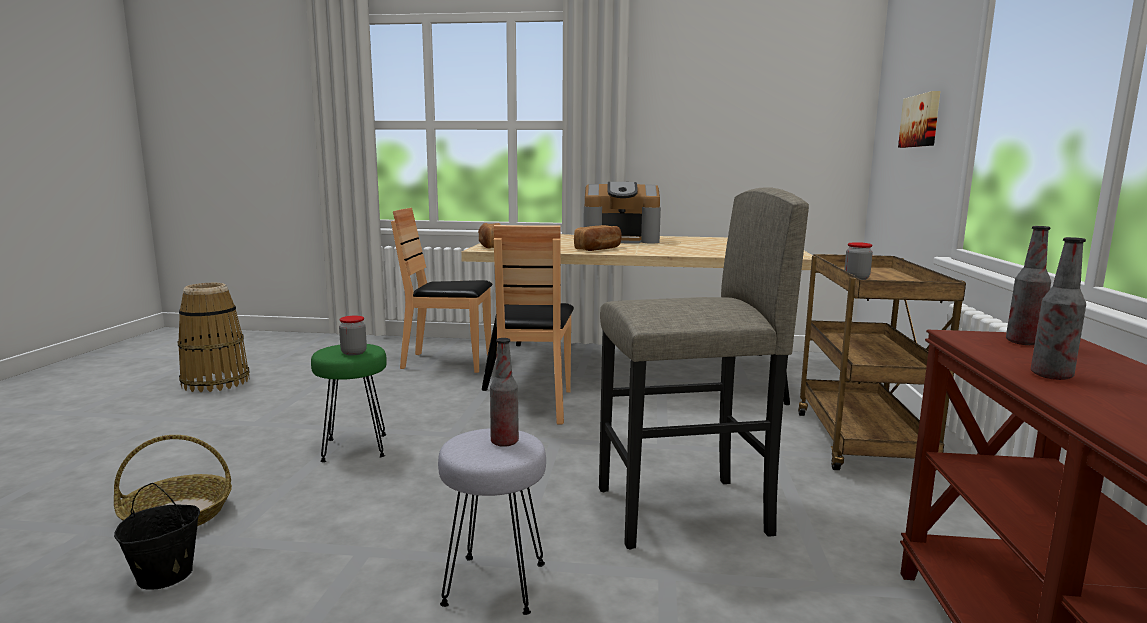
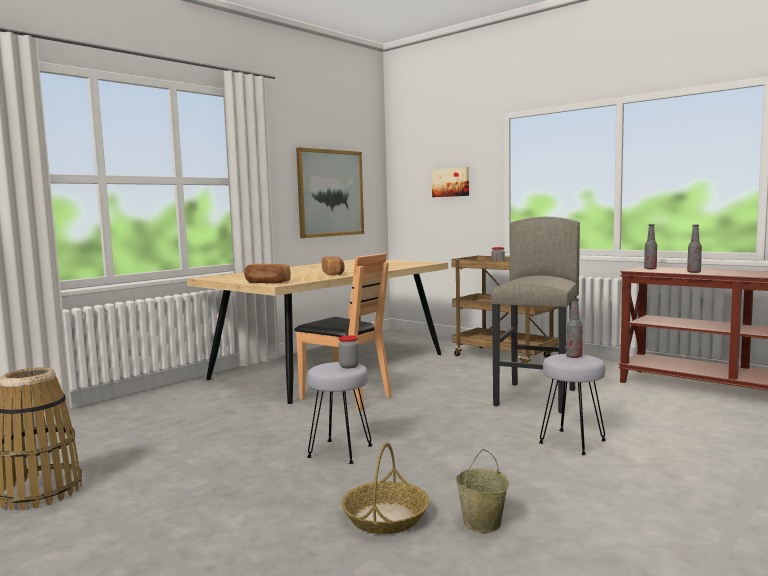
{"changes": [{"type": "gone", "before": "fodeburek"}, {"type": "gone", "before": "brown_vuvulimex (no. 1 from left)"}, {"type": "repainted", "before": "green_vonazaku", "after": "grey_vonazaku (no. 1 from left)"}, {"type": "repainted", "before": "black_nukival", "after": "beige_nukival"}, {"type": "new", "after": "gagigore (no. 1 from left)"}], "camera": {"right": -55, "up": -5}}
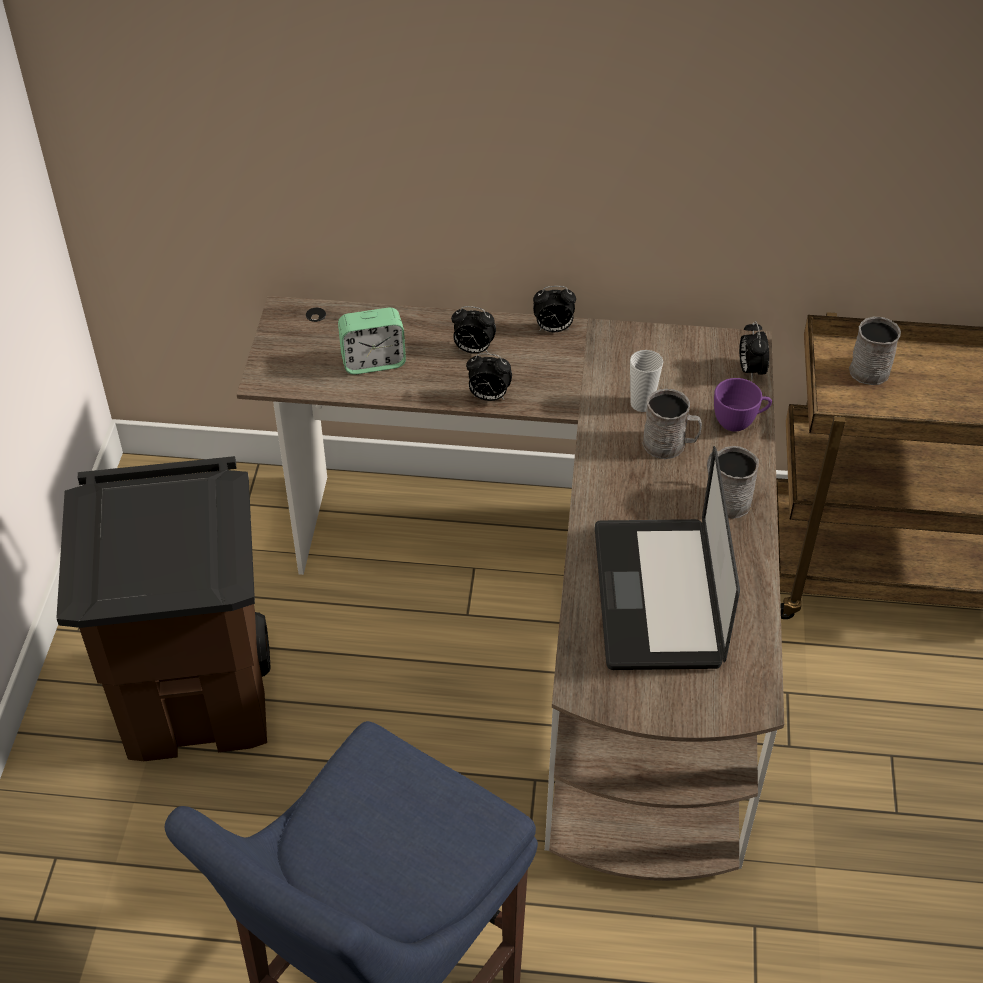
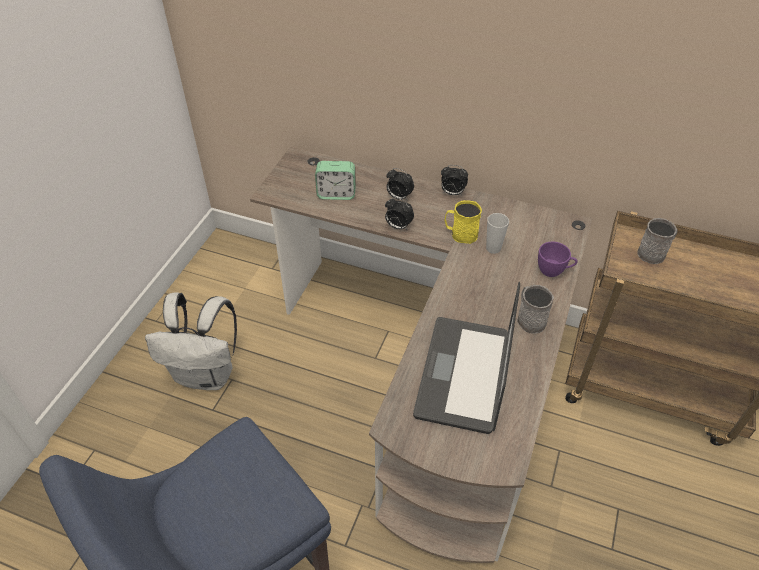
{"changes": [{"type": "gone", "before": "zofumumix (no. 5 from left)"}, {"type": "gone", "before": "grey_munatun (no. 1 from left)"}, {"type": "swapped", "before": "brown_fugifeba", "after": "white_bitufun"}, {"type": "new", "after": "yellow_munatun"}], "camera": {"right": 15, "up": 0}}
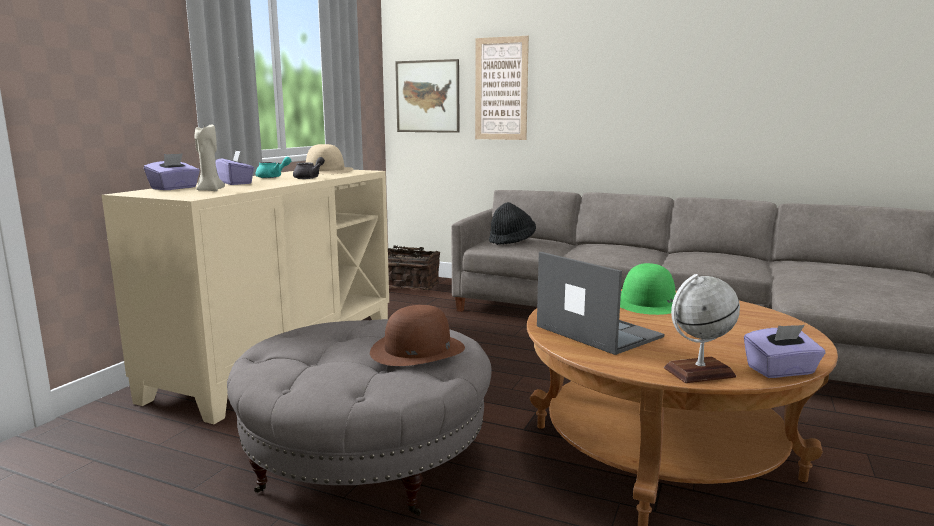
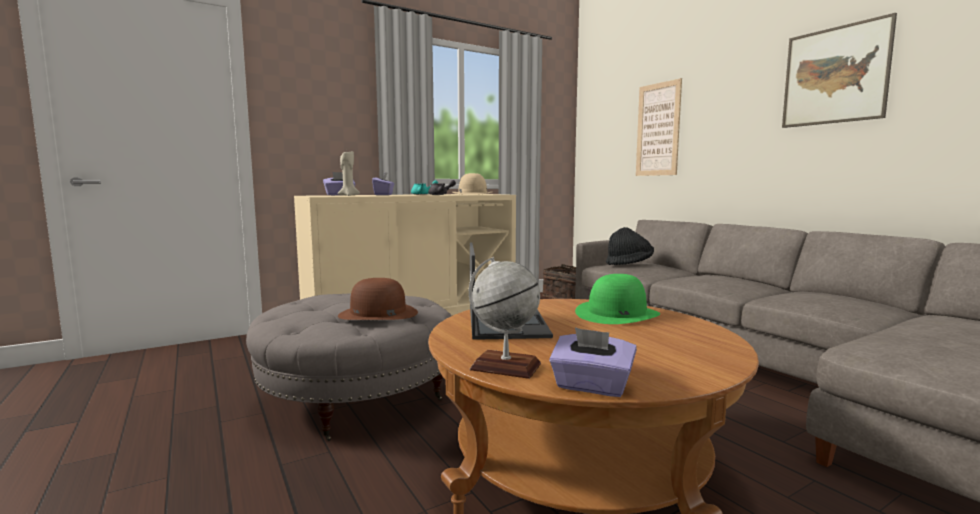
{"changes": [{"type": "shifted", "before": "gagigore (no. 1 from left in the first image)", "after": "gagigore (no. 2 from left)"}], "camera": {"right": 35, "up": -5}}
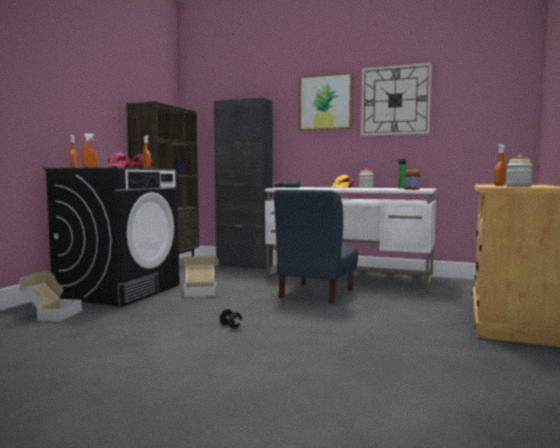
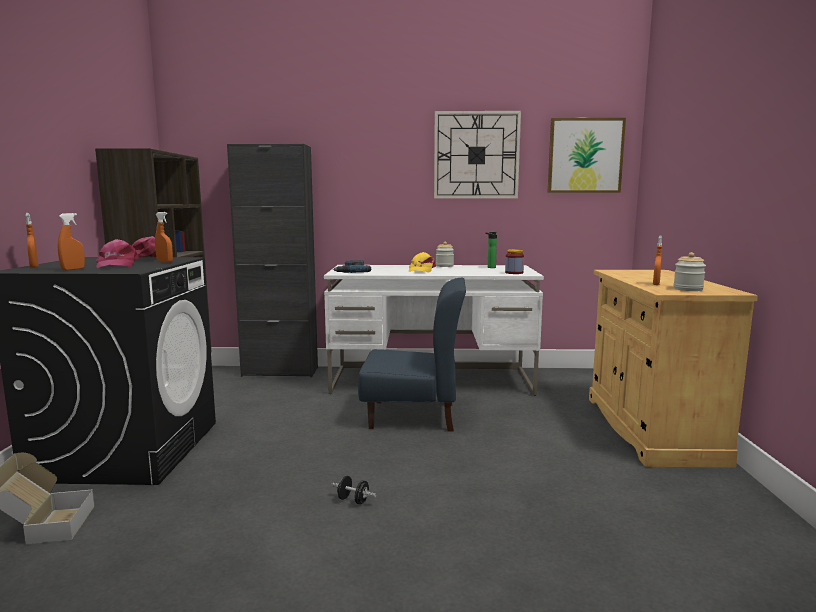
{"changes": [{"type": "shifted", "before": "gagigore"}, {"type": "rotated", "before": "blue_vuvulimex", "turn": -90}, {"type": "gone", "before": "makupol (no. 2 from left)"}], "camera": {"right": -20, "up": 5}}
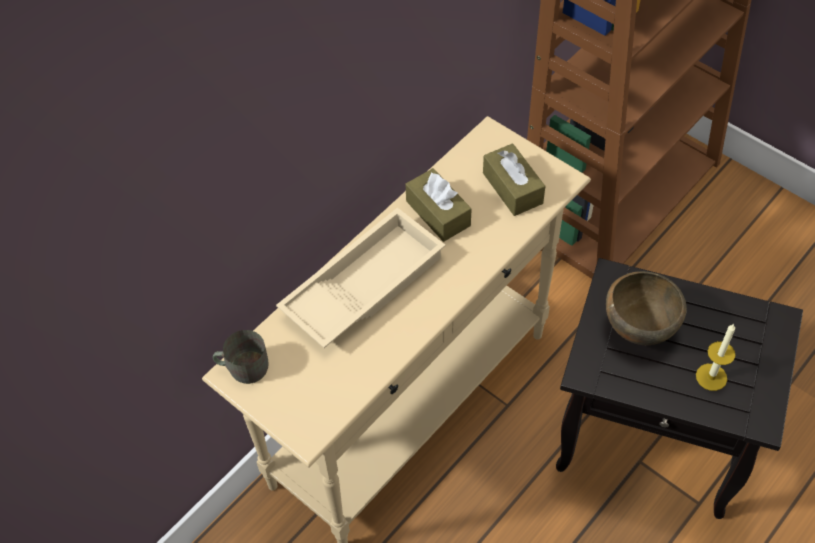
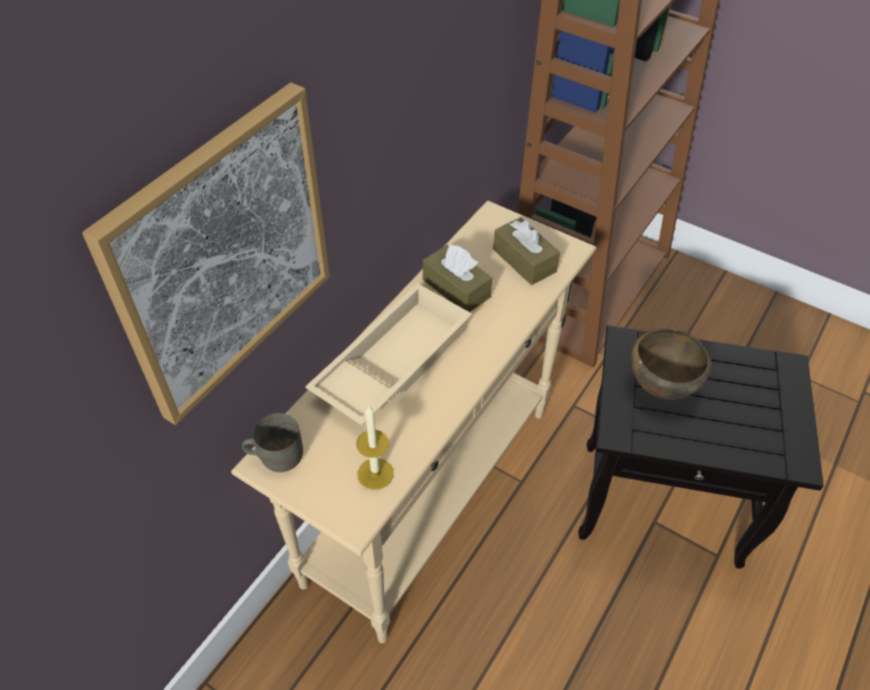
{"changes": [{"type": "shifted", "before": "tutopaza"}, {"type": "new", "after": "gagigore"}], "camera": {"right": -10, "up": -5}}
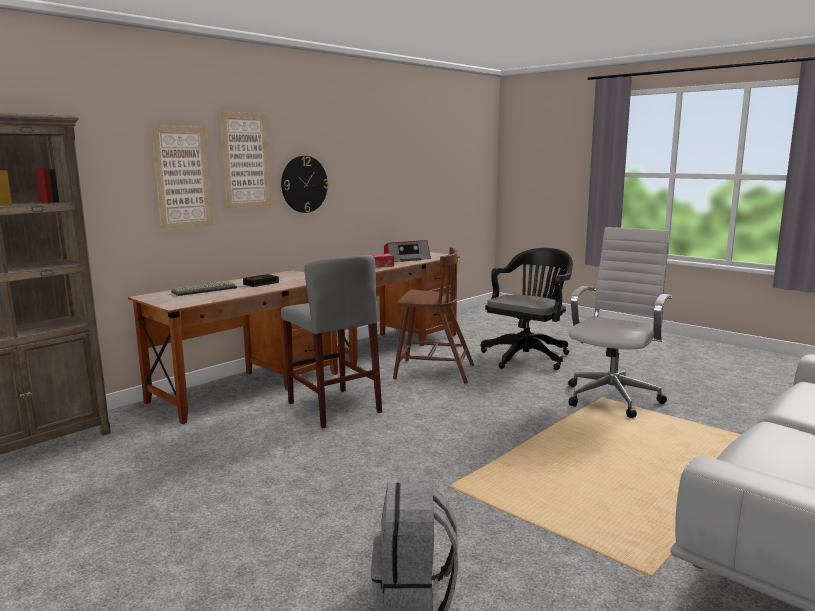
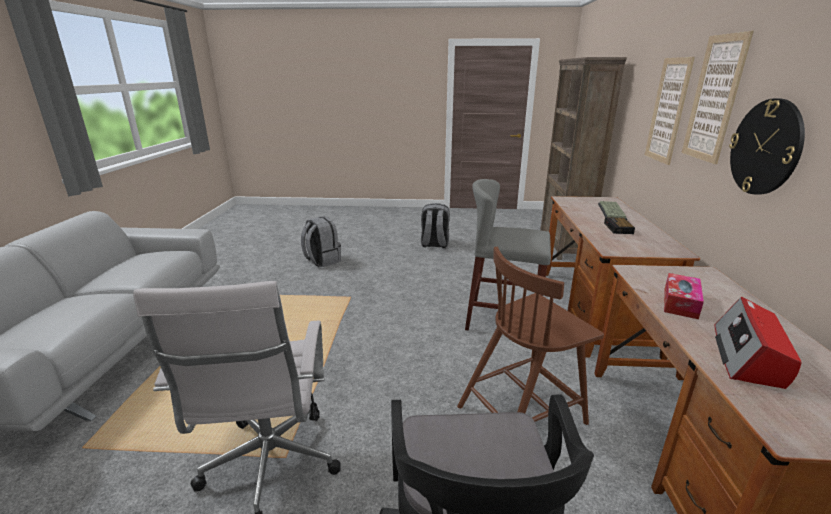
{"changes": [{"type": "new", "after": "grey_bitufun (no. 2 from left)"}], "camera": {"right": 140, "up": 10}}
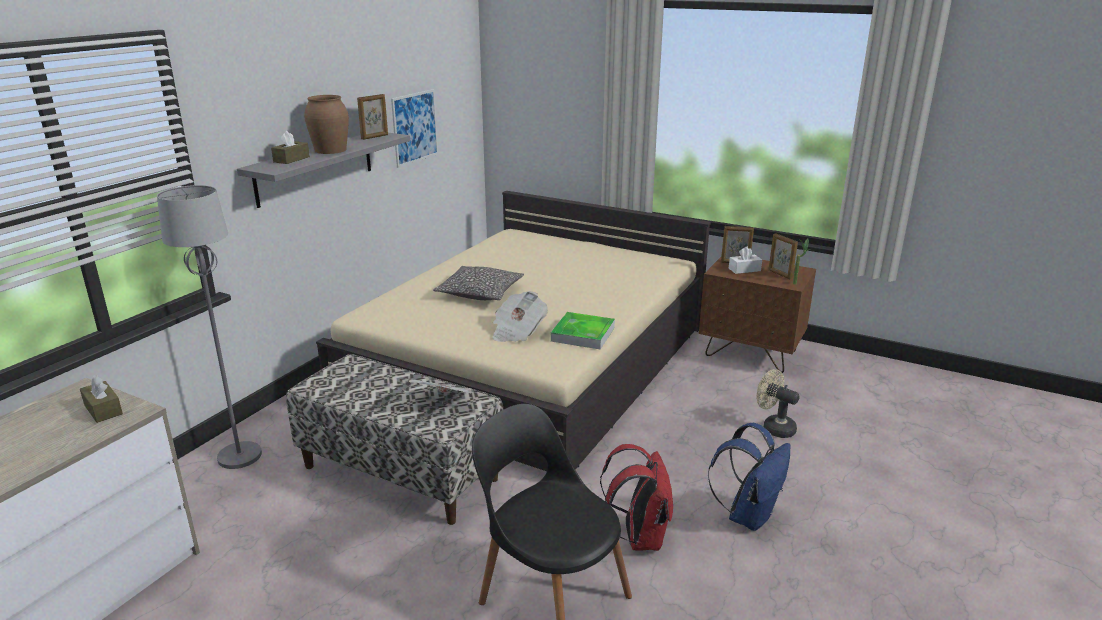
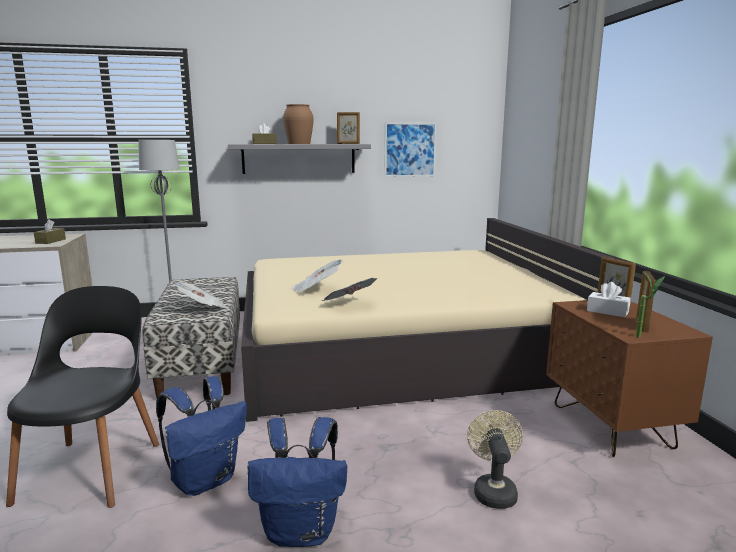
{"changes": [{"type": "gone", "before": "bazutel"}, {"type": "swapped", "before": "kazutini", "after": "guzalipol (no. 3 from left)"}, {"type": "repainted", "before": "red_bitufun", "after": "blue_bitufun (no. 1 from left)"}], "camera": {"right": 50, "up": -10}}
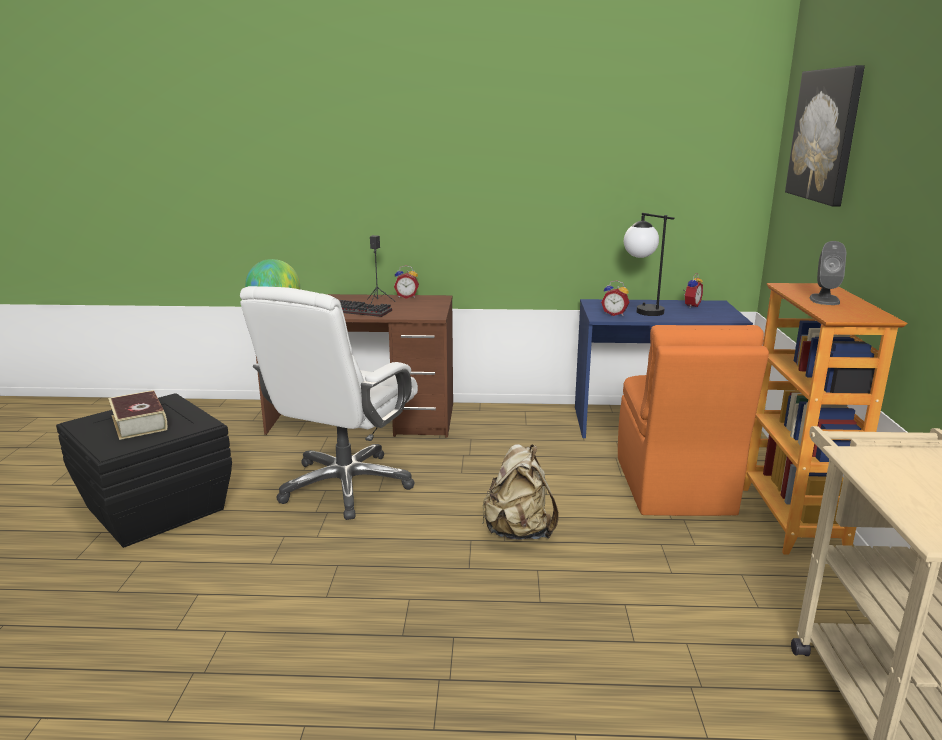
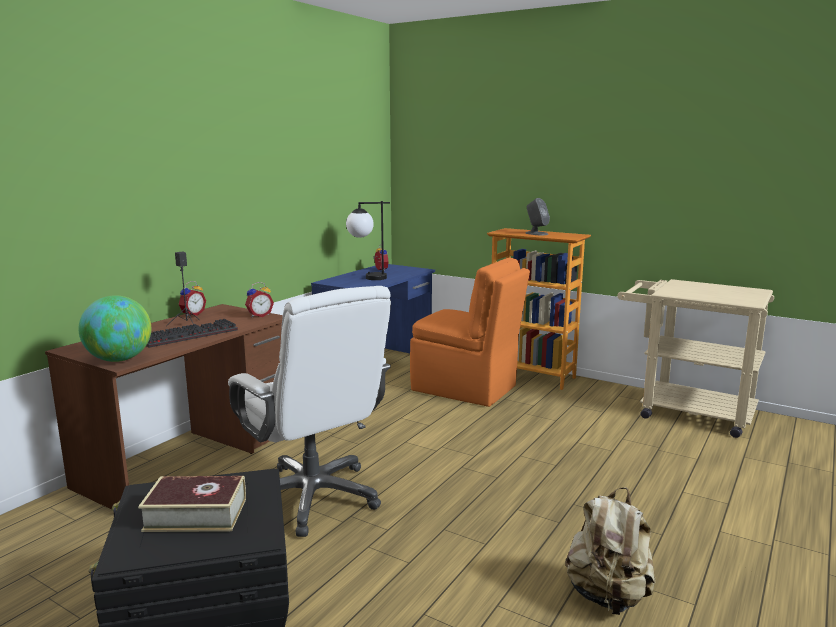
{"changes": [{"type": "gone", "before": "gagigore"}, {"type": "shifted", "before": "zofumumix (no. 2 from left)"}, {"type": "shifted", "before": "beige_bitufun"}], "camera": {"right": -60, "up": -5}}
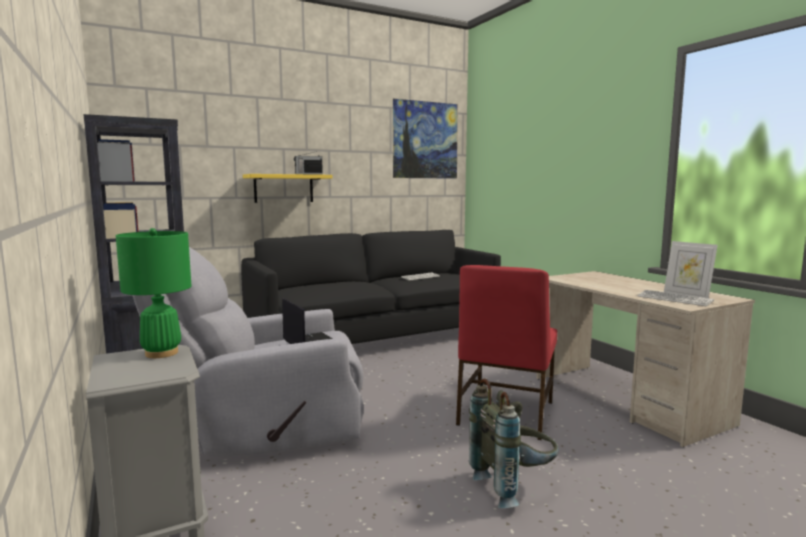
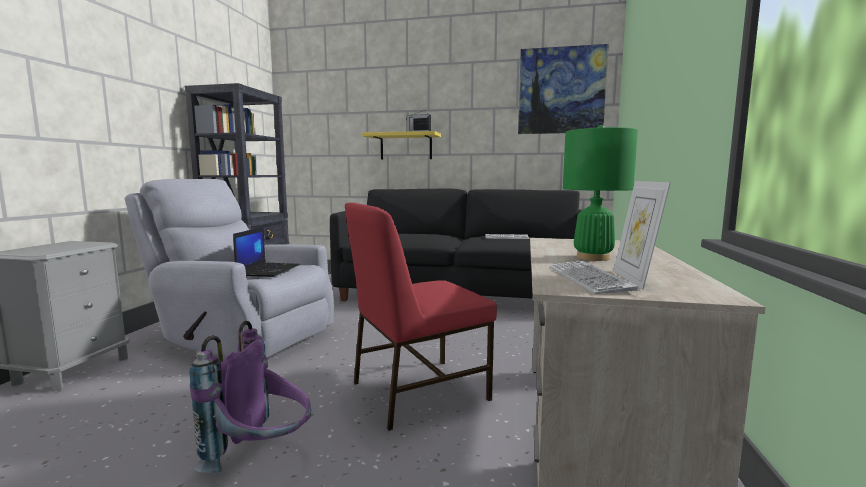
{"changes": [{"type": "shifted", "before": "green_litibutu"}, {"type": "repainted", "before": "grey_bitufun", "after": "purple_bitufun"}], "camera": {"right": 40, "up": 0}}
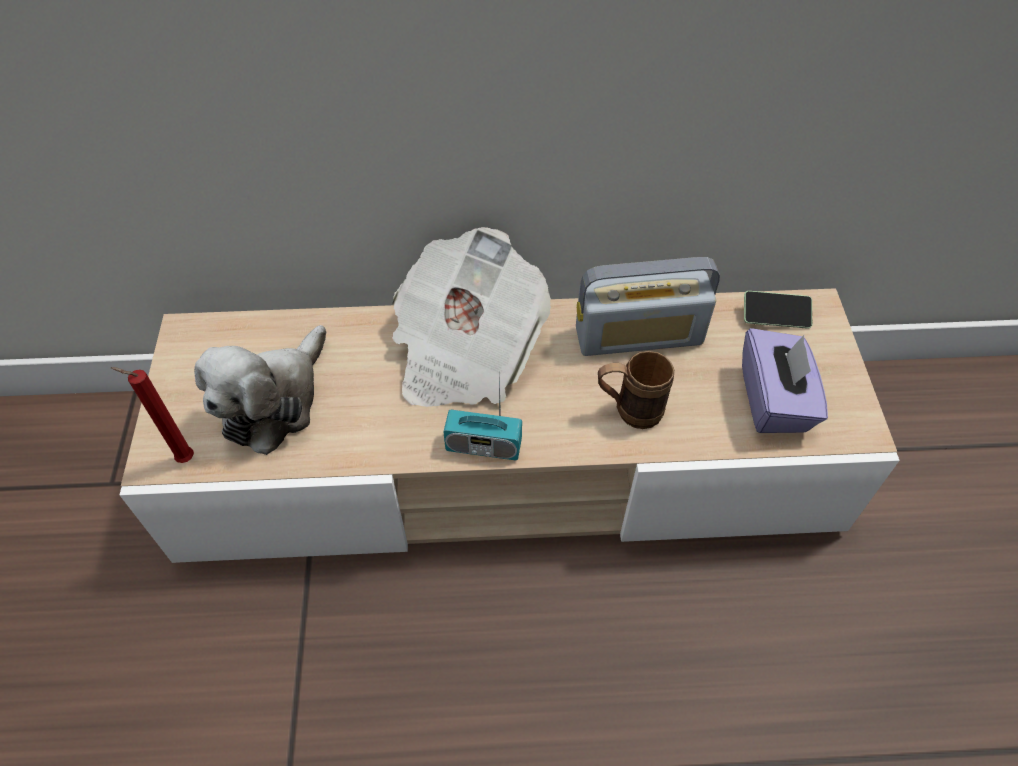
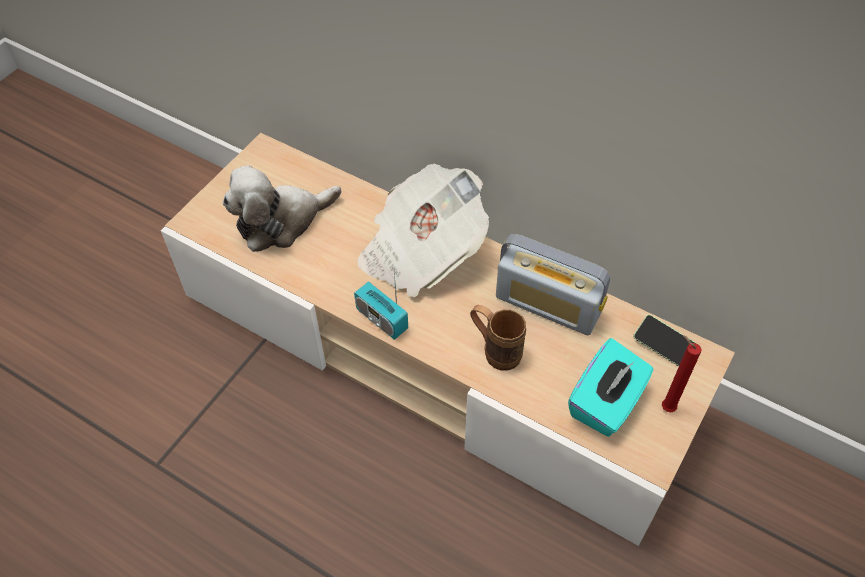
{"changes": [{"type": "repainted", "before": "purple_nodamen", "after": "turquoise_nodamen"}, {"type": "shifted", "before": "red_tutopaza"}], "camera": {"right": 35, "up": 0}}
